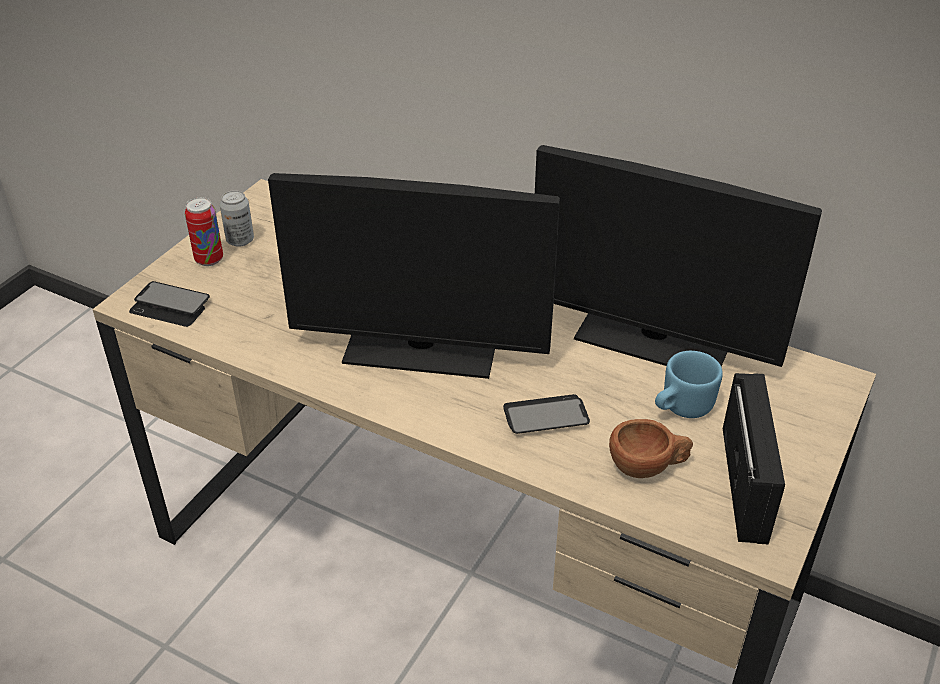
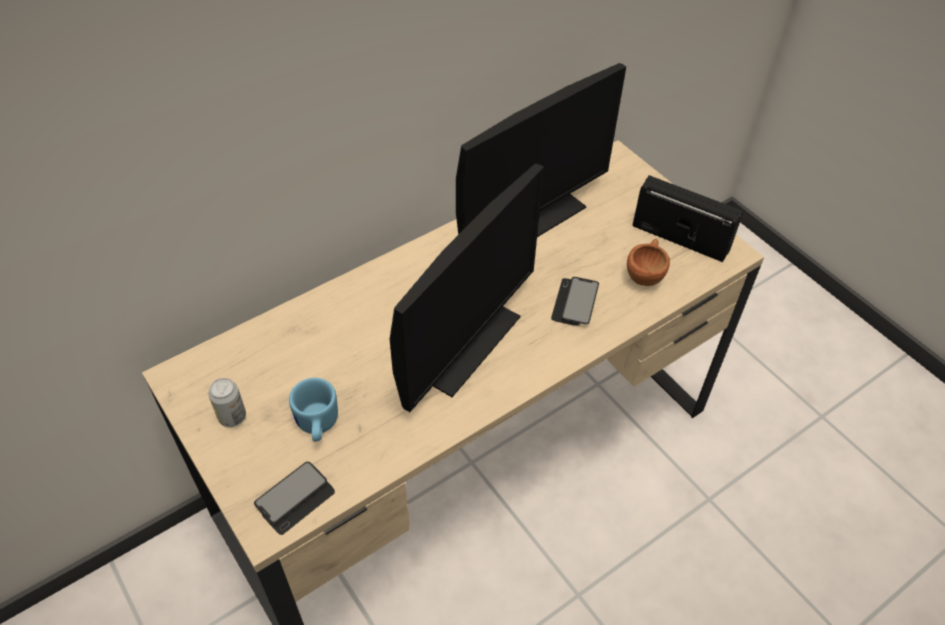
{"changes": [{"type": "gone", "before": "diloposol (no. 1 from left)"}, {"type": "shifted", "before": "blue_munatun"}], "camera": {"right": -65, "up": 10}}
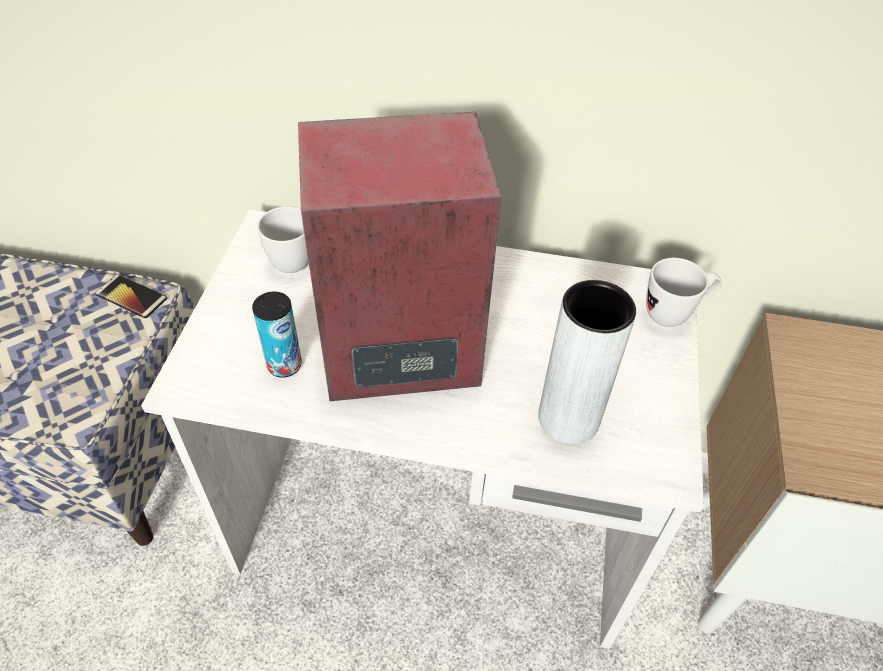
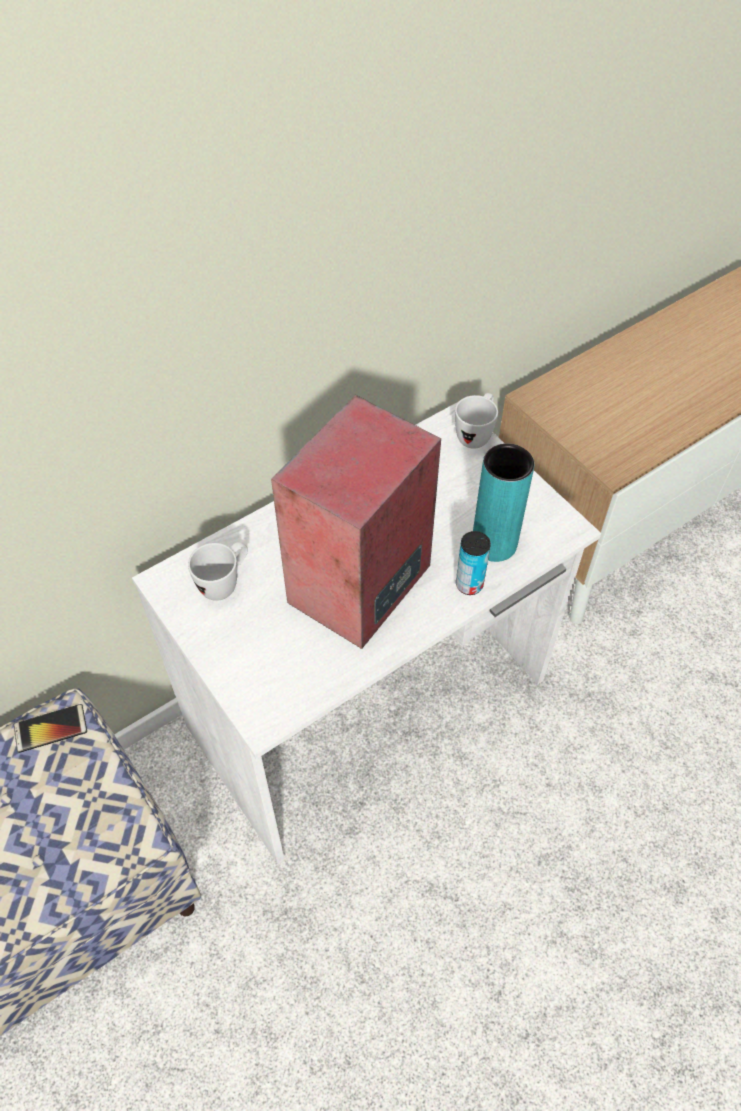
{"changes": [{"type": "repainted", "before": "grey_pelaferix", "after": "turquoise_pelaferix"}, {"type": "shifted", "before": "diloposol"}], "camera": {"right": -45, "up": 5}}
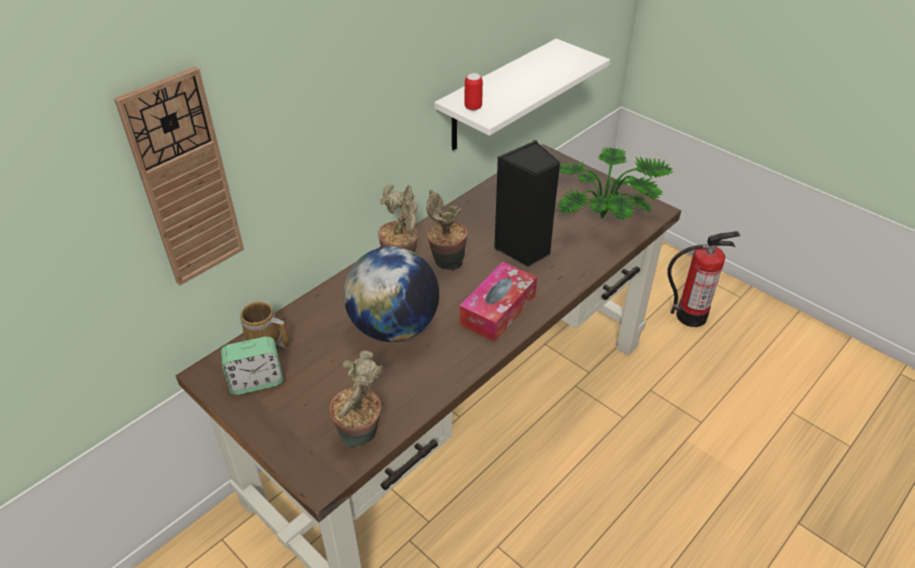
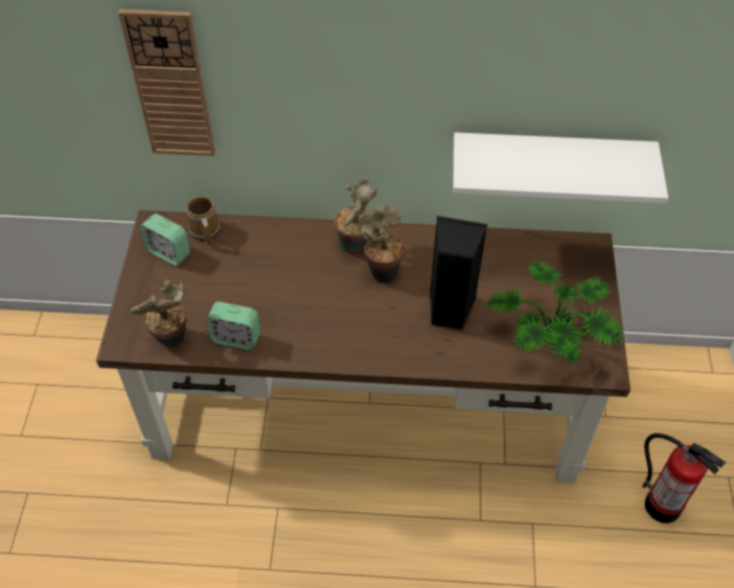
{"changes": [{"type": "gone", "before": "diloposol"}, {"type": "gone", "before": "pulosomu"}, {"type": "gone", "before": "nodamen"}, {"type": "new", "after": "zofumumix (no. 2 from left)"}], "camera": {"right": 50, "up": 10}}
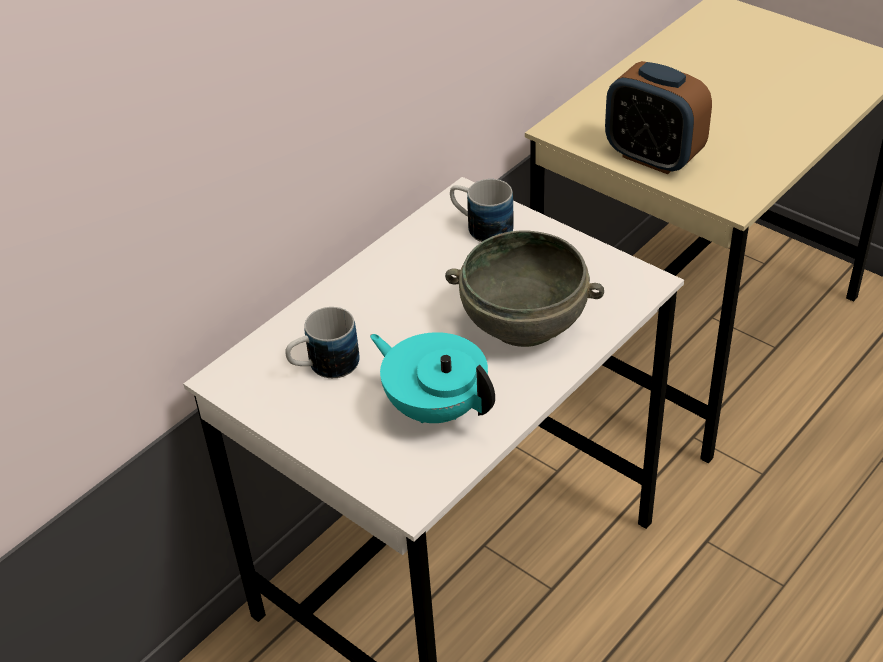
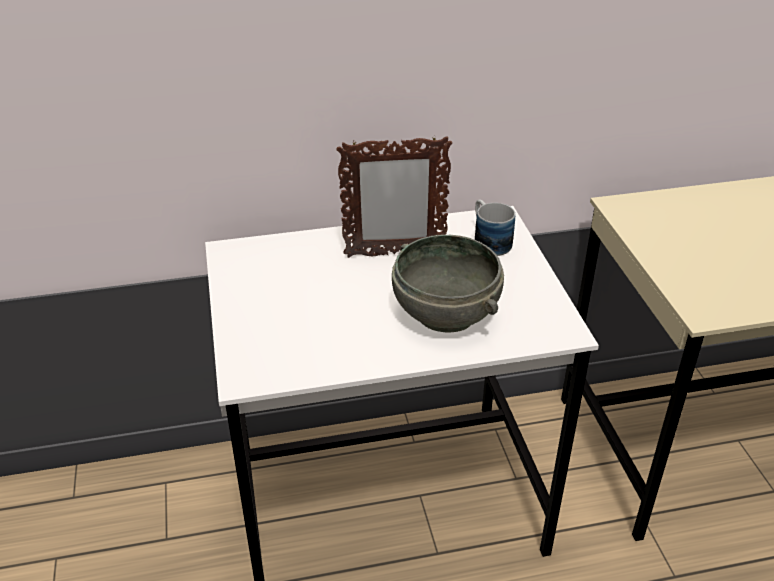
{"changes": [{"type": "gone", "before": "zofumumix"}, {"type": "gone", "before": "munatun (no. 1 from left)"}, {"type": "gone", "before": "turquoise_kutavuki"}, {"type": "new", "after": "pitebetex"}], "camera": {"right": 35, "up": -5}}
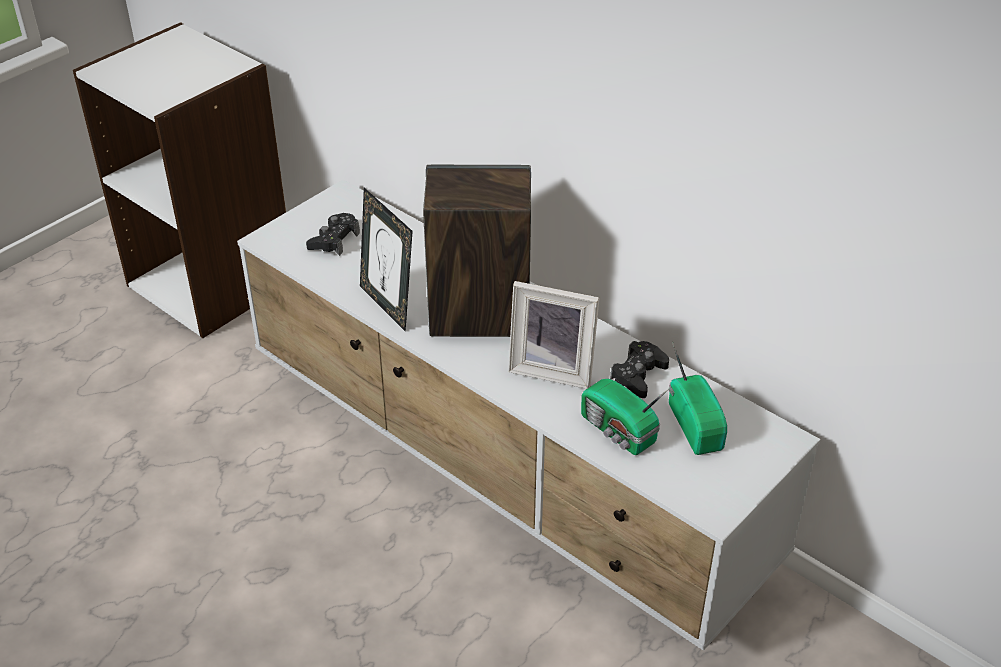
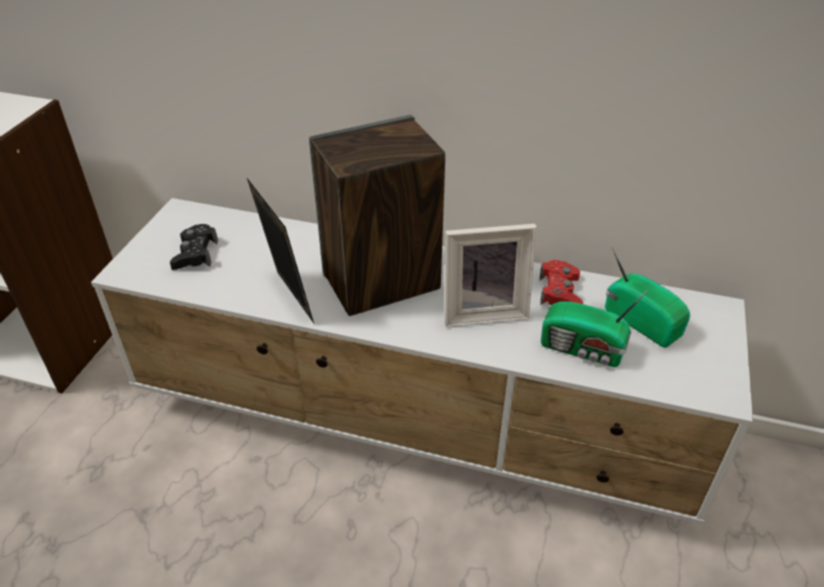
{"changes": [{"type": "rotated", "before": "pitebetex (no. 1 from left)", "turn": -150}, {"type": "repainted", "before": "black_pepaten (no. 2 from left)", "after": "red_pepaten"}], "camera": {"right": -25, "up": 0}}
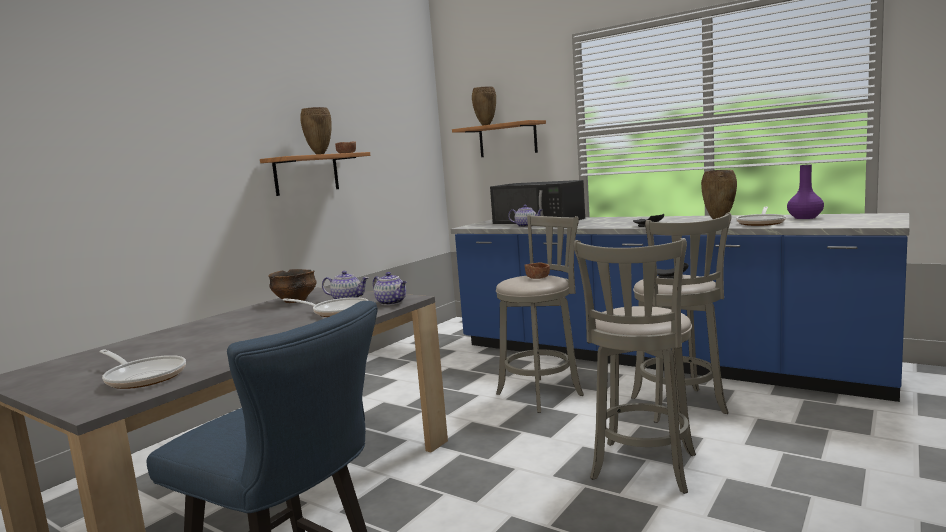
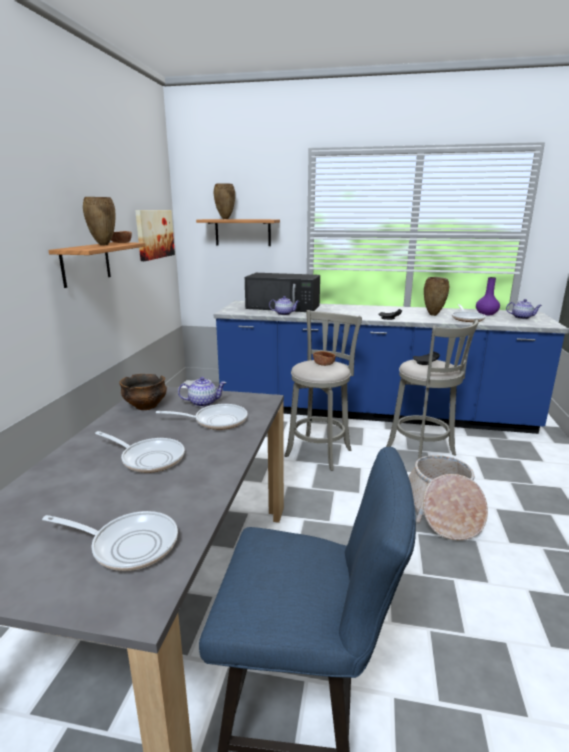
{"changes": [{"type": "swapped", "before": "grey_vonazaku (no. 2 from left)", "after": "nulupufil"}, {"type": "shifted", "before": "kutavuki (no. 2 from left in the first image)", "after": "kutavuki (no. 3 from left)"}, {"type": "new", "after": "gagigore"}, {"type": "new", "after": "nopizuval (no. 2 from left)"}], "camera": {"right": -25, "up": 10}}
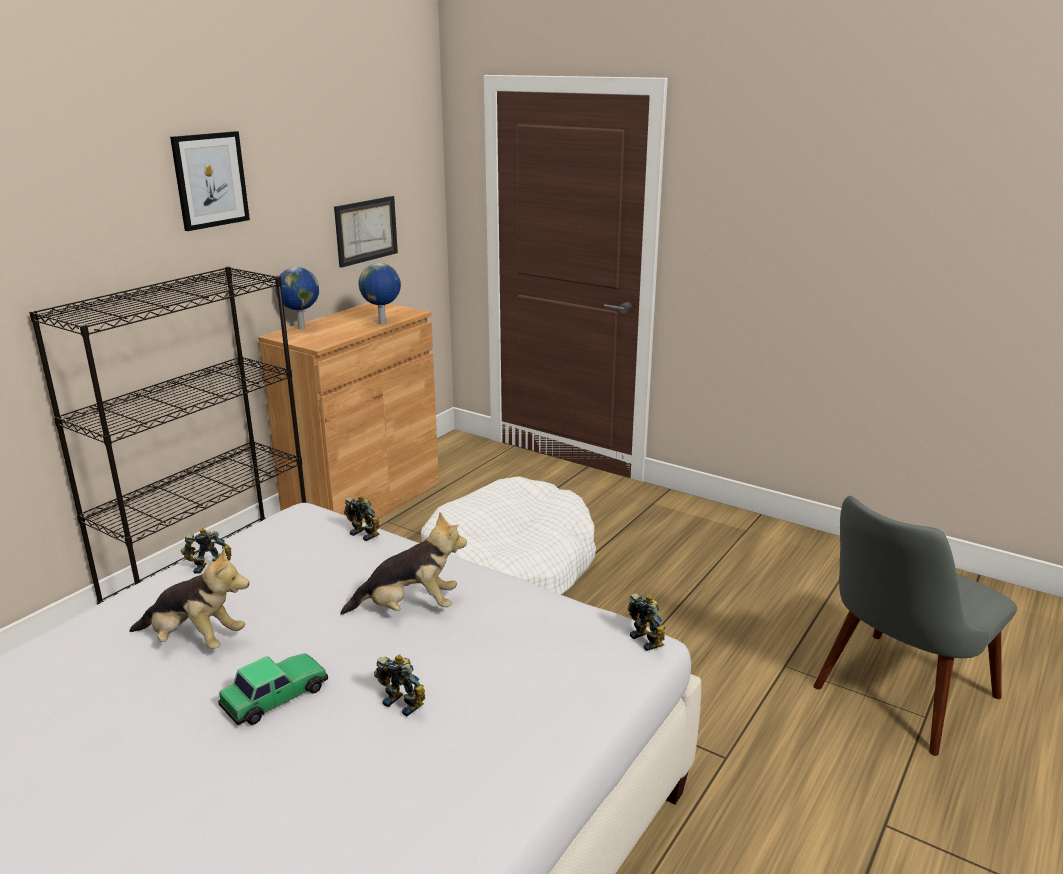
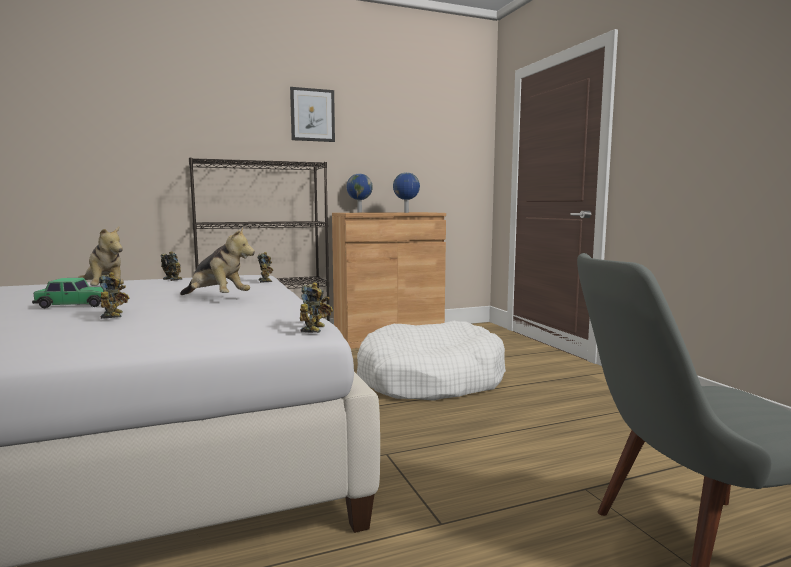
{"changes": [{"type": "gone", "before": "gagigore (no. 2 from left)"}], "camera": {"right": 35, "up": -15}}
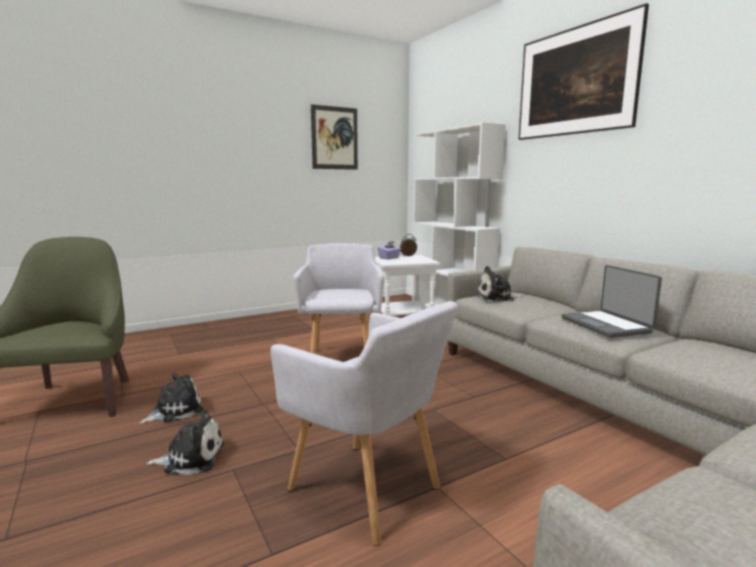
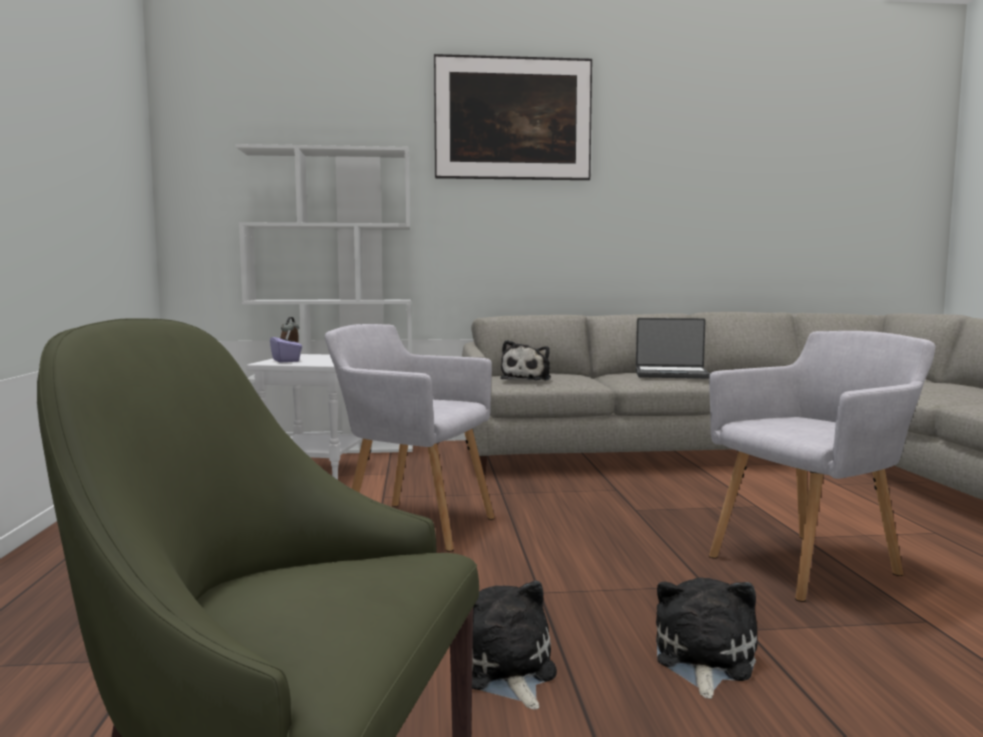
{"changes": [{"type": "gone", "before": "gagigore (no. 1 from left)"}], "camera": {"right": -65, "up": -5}}
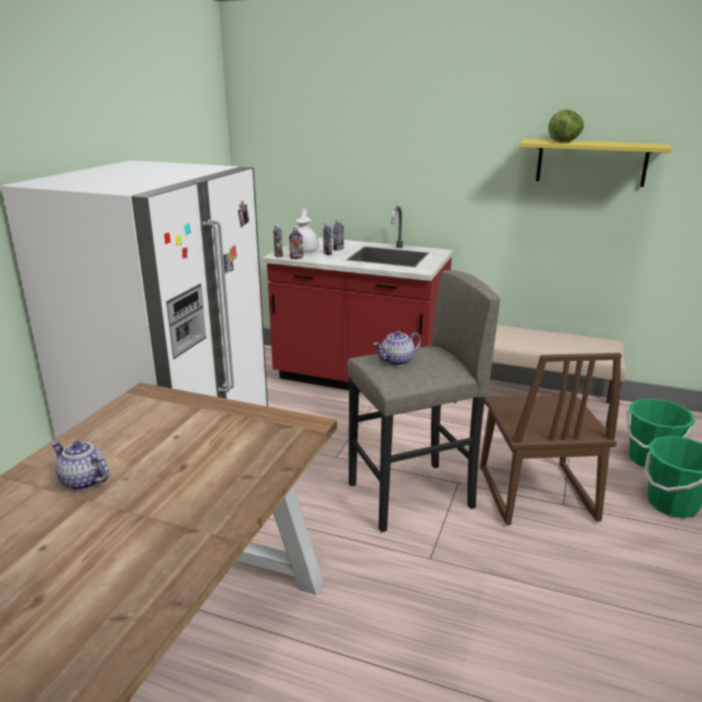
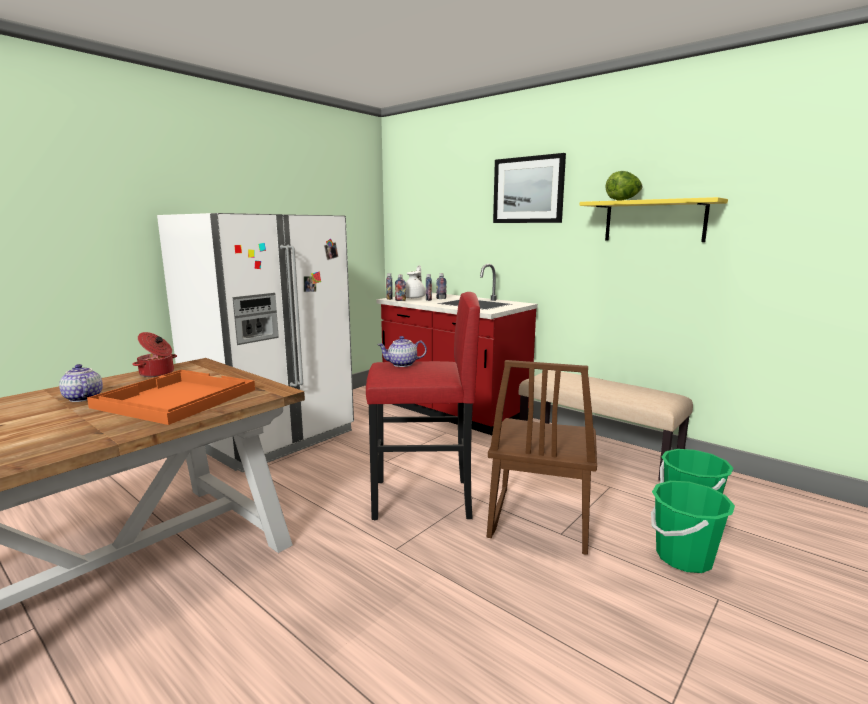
{"changes": [{"type": "repainted", "before": "grey_vonazaku", "after": "red_vonazaku"}, {"type": "new", "after": "gagigore"}, {"type": "new", "after": "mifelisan"}, {"type": "new", "after": "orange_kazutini"}], "camera": {"right": 20, "up": -10}}
